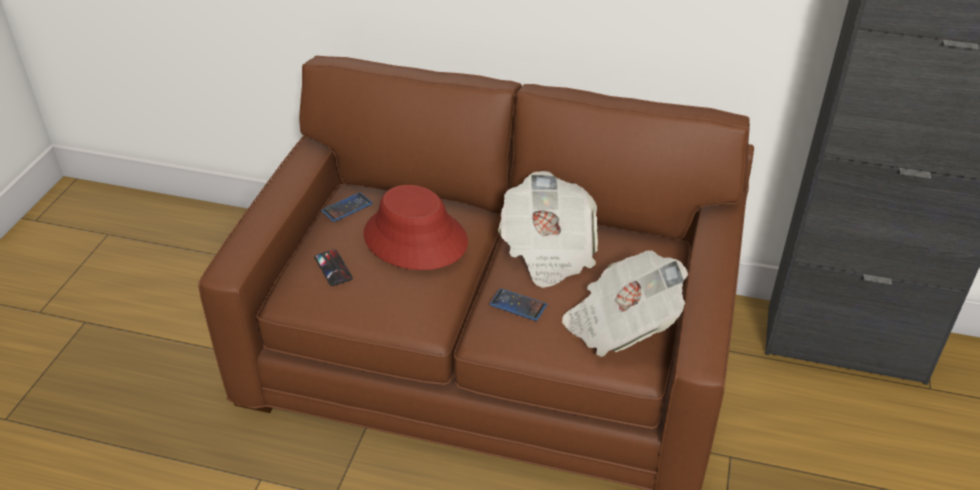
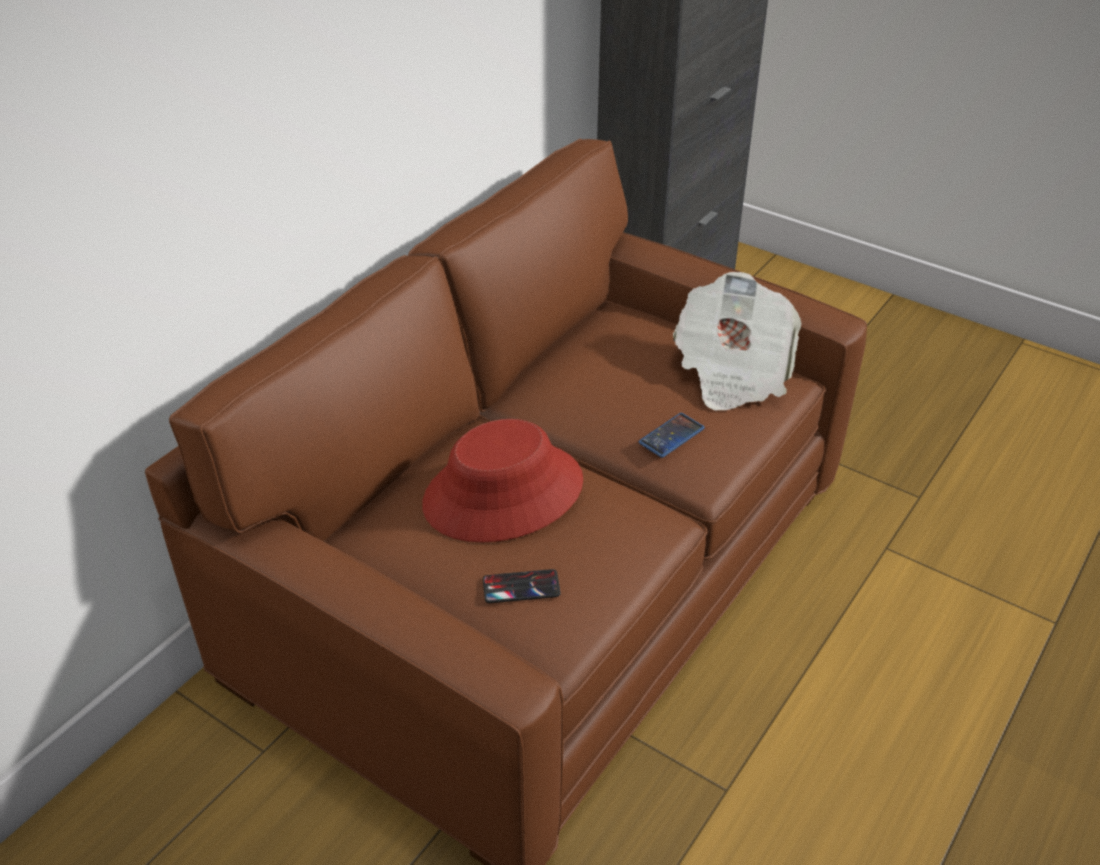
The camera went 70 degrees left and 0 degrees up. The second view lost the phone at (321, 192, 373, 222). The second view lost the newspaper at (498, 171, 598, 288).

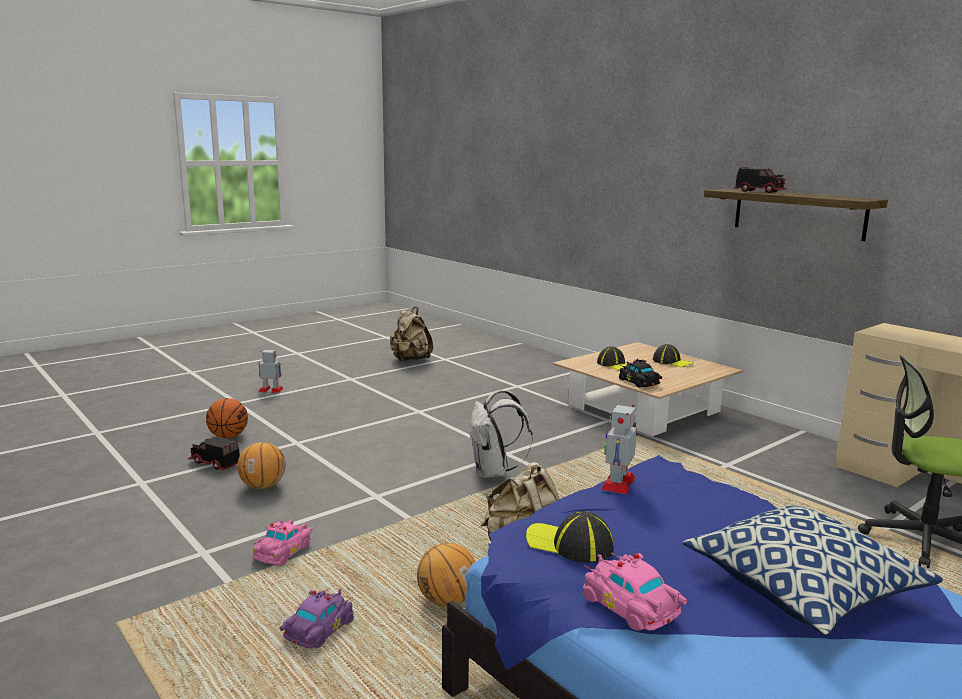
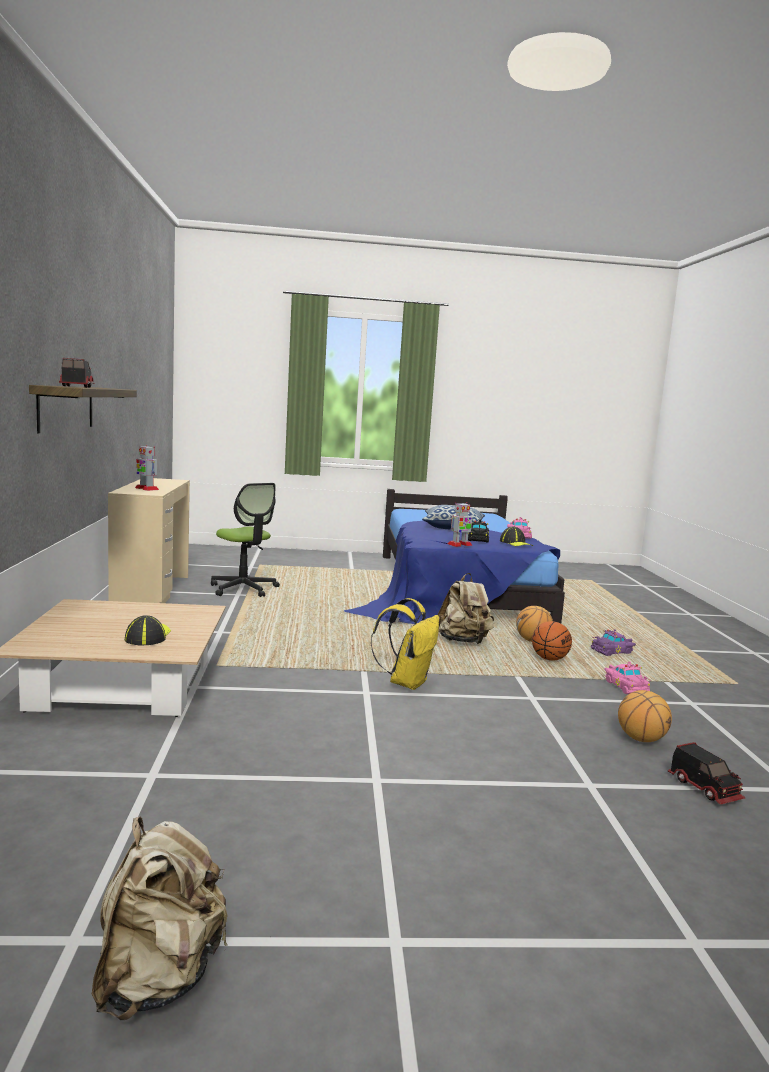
The camera went 145 degrees left and 5 degrees down. The toy robot ended up elsewhere, having gone from (258, 350, 283, 393) to (135, 445, 159, 491). What was the white backpack at (469, 390, 533, 478) turned into the yellow backpack at (371, 598, 439, 690). The black toy car ended up elsewhere, having gone from (619, 359, 662, 387) to (468, 519, 489, 542). The basketball ended up elsewhere, having gone from (206, 398, 248, 438) to (532, 621, 572, 661). The pink toy car at (252, 520, 313, 566) ended up facing another way, 105 degrees clockwise from before. The second view lost the cap at (653, 344, 694, 367).

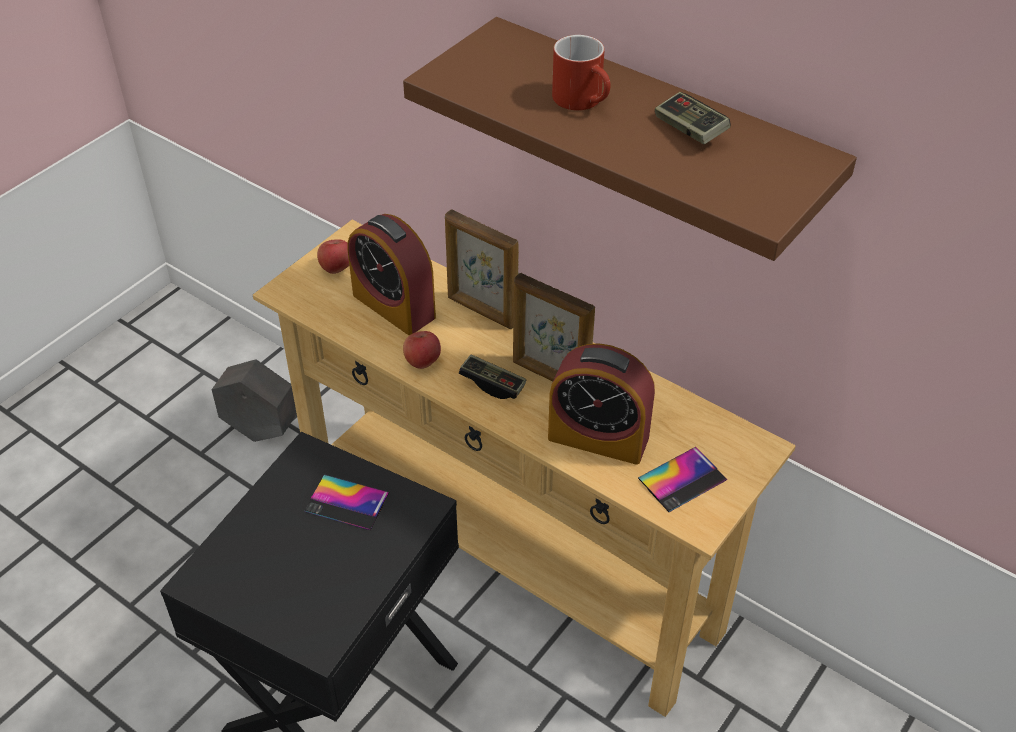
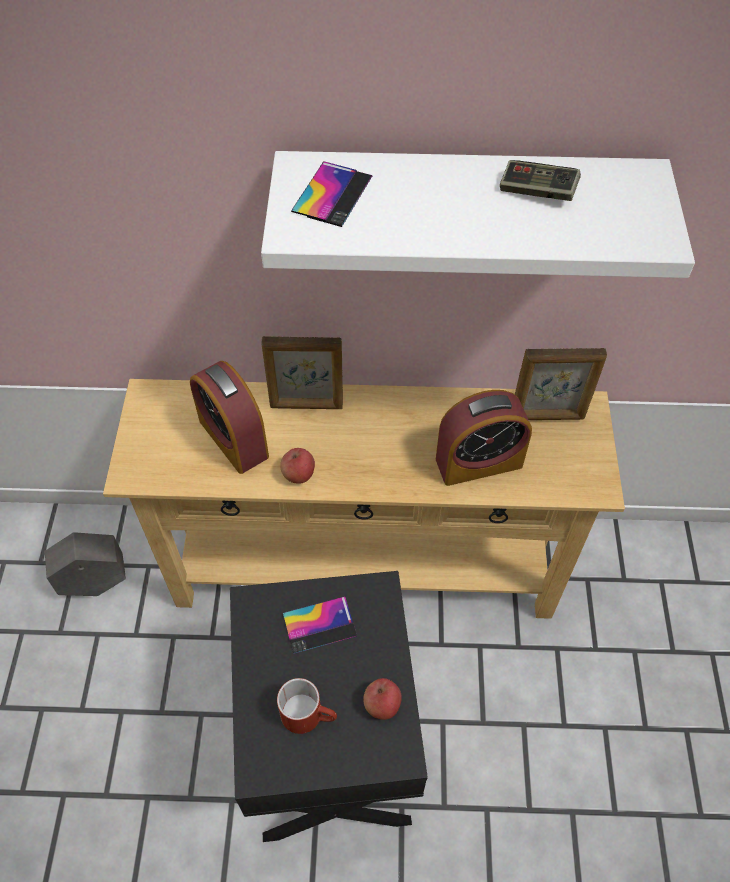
The camera went 35 degrees left and 10 degrees up. The alarm clock at (347, 214, 436, 335) ended up facing another way, 45 degrees clockwise from before. What was the brown shelf at (403, 17, 857, 261) turned into the white shelf at (261, 151, 695, 278). The red mug ended up elsewhere, having gone from (552, 35, 611, 110) to (277, 678, 337, 734). The phone ended up elsewhere, having gone from (638, 447, 727, 512) to (291, 161, 372, 227). The apple ended up elsewhere, having gone from (317, 239, 349, 274) to (363, 678, 402, 720). The picture frame ended up elsewhere, having gone from (513, 273, 595, 381) to (515, 348, 607, 420). The second view lost the game controller at (459, 354, 526, 399).

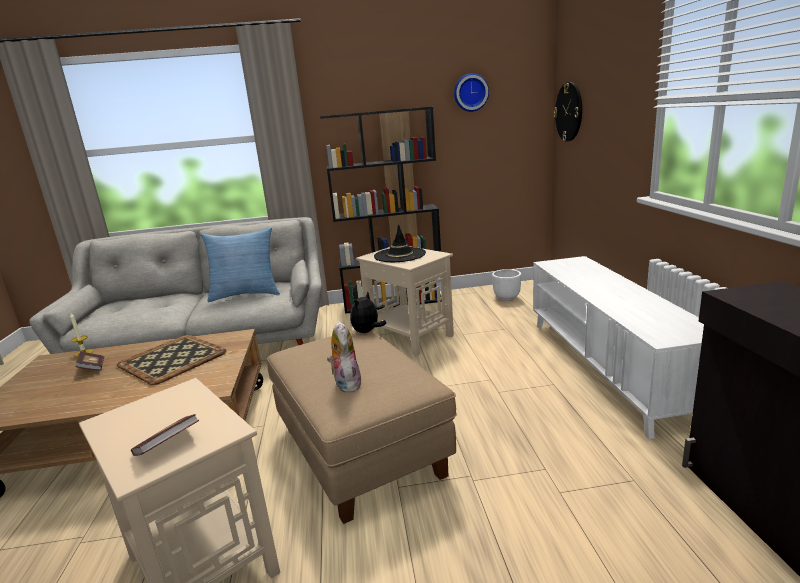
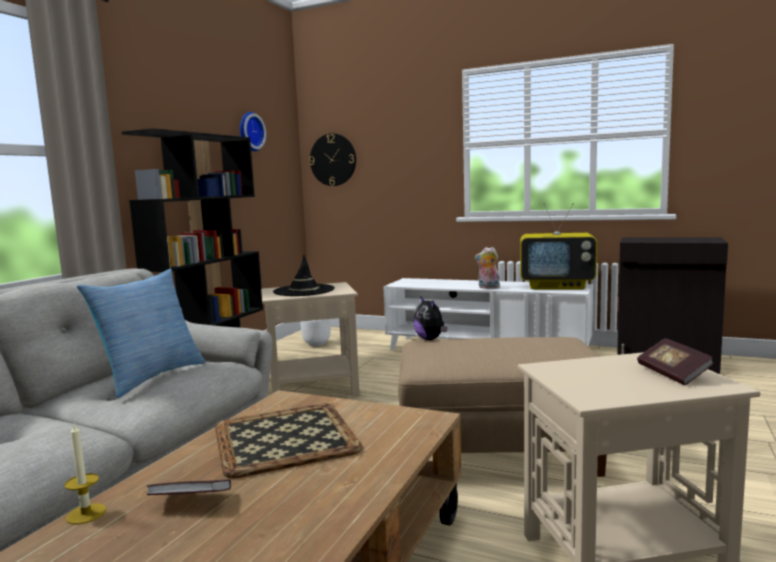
The camera went 60 degrees left and 10 degrees down. The plush toy ended up elsewhere, having gone from (327, 321, 362, 392) to (475, 247, 500, 289). The second view gained the television at (520, 203, 597, 289).

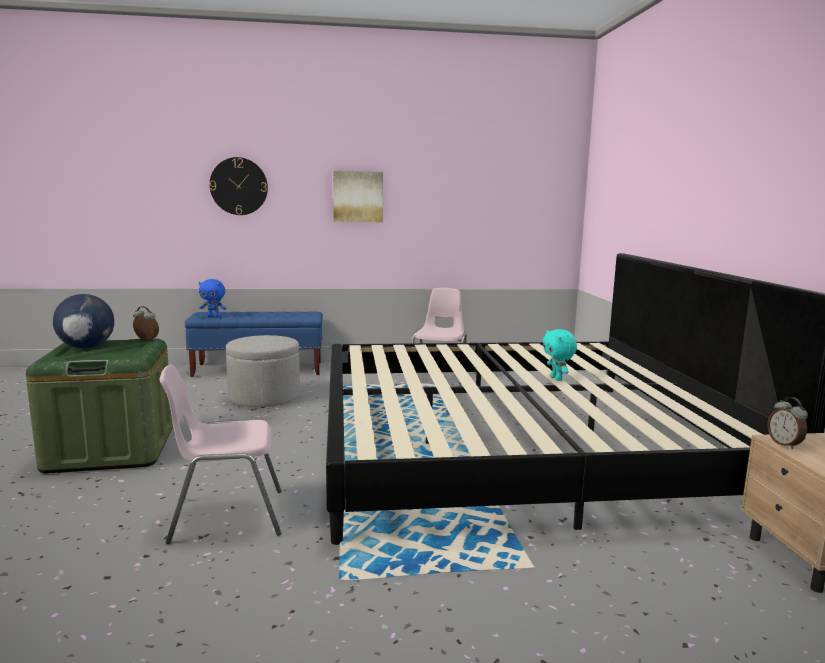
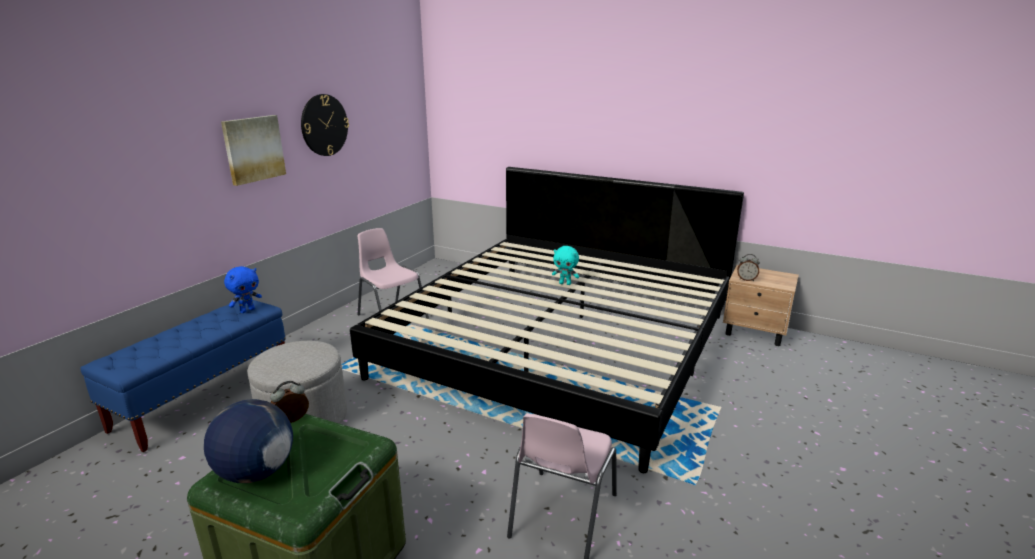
The camera went 55 degrees left and 10 degrees up. The blue plush toy ended up elsewhere, having gone from (199, 279, 226, 317) to (224, 266, 262, 313). The wall clock ended up elsewhere, having gone from (210, 157, 268, 215) to (301, 94, 349, 156).

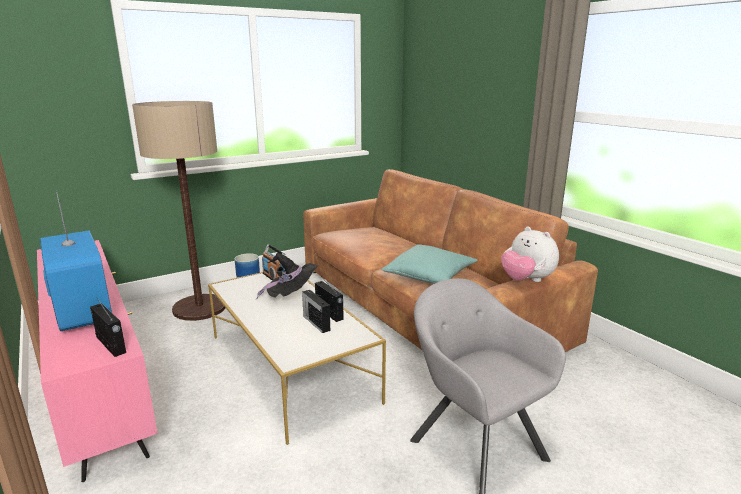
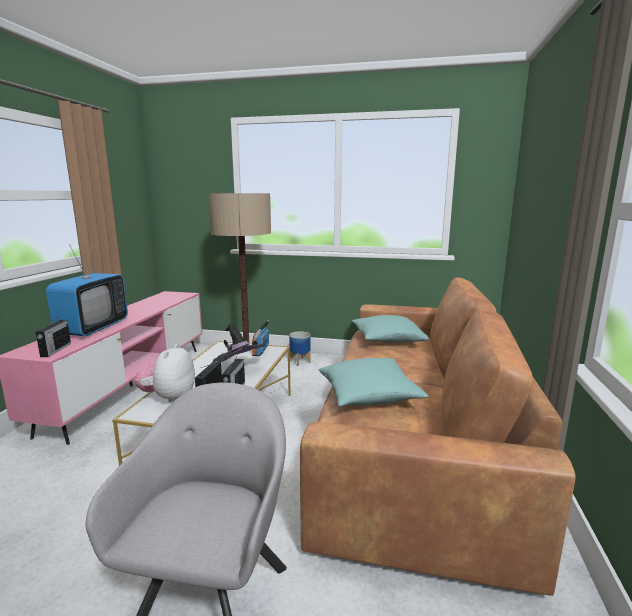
The camera went 45 degrees right and 5 degrees down. The plush toy ended up elsewhere, having gone from (501, 227, 559, 282) to (134, 344, 195, 403). The second view gained the turquoise pillow at (352, 315, 429, 343).

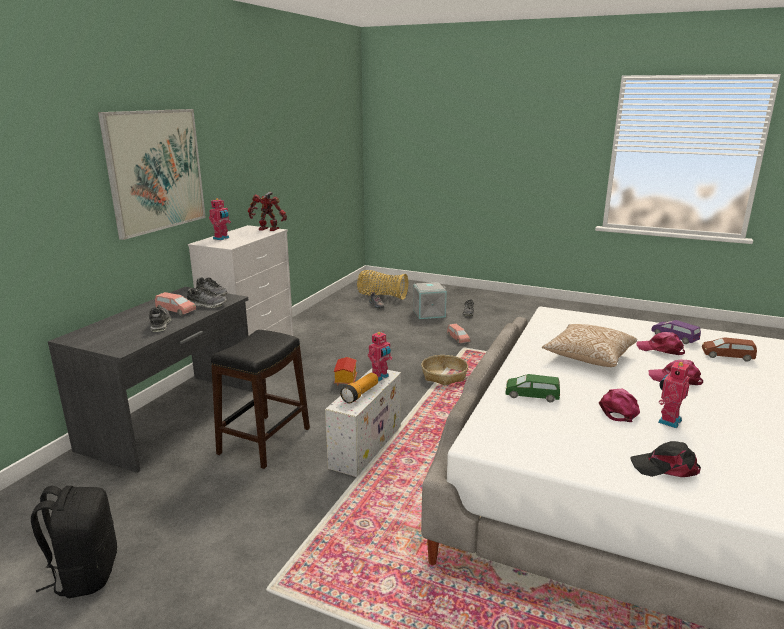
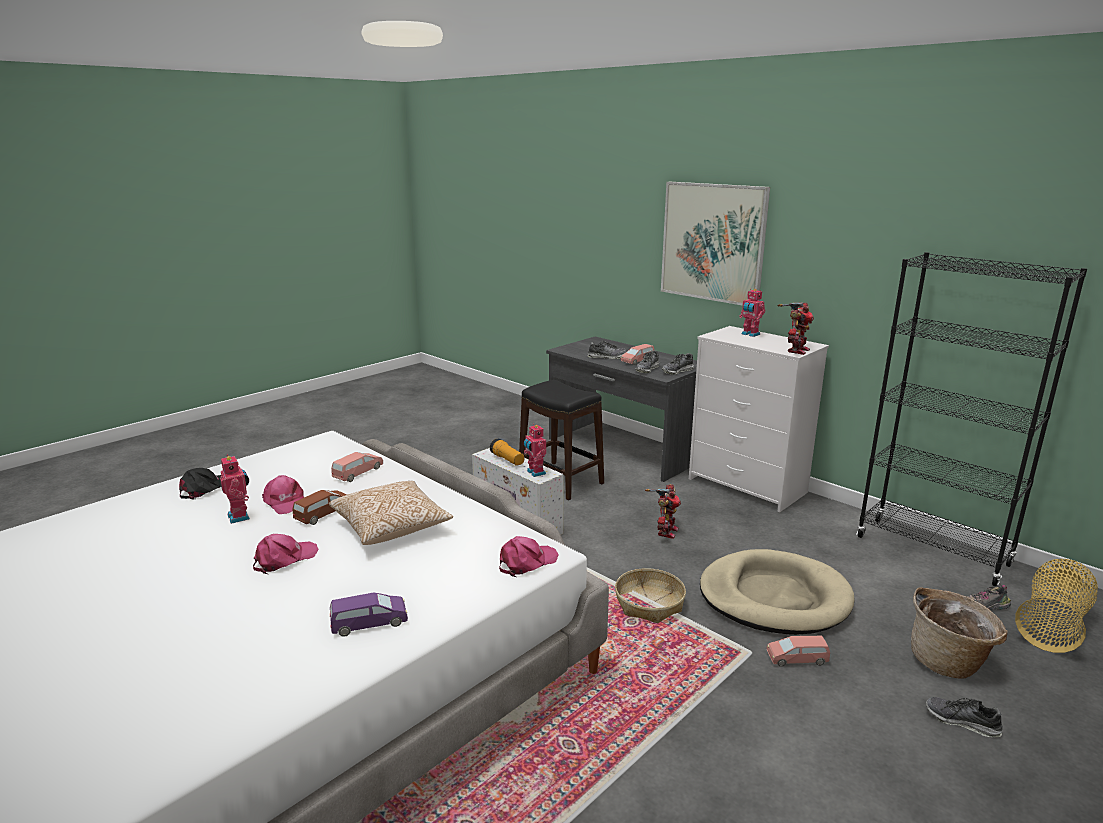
The camera went 110 degrees right and 0 degrees up. The brown toy car ended up elsewhere, having gone from (702, 337, 757, 362) to (292, 490, 347, 525). What was the green toy car at (506, 374, 560, 402) turned into the pink toy car at (331, 452, 383, 482). The pink cap ended up elsewhere, having gone from (636, 332, 685, 355) to (499, 536, 559, 577). Where the toy house stood at (334, 357, 357, 386), the toy robot came to stand at (645, 484, 681, 539). The second view gained the beige dog bed at (700, 549, 854, 635). The second view gained the black bookcase at (856, 252, 1087, 586). Where the grey storage box stood at (413, 282, 447, 319), the basket came to stand at (911, 587, 1008, 679). The second view lost the black backpack at (31, 486, 117, 598).

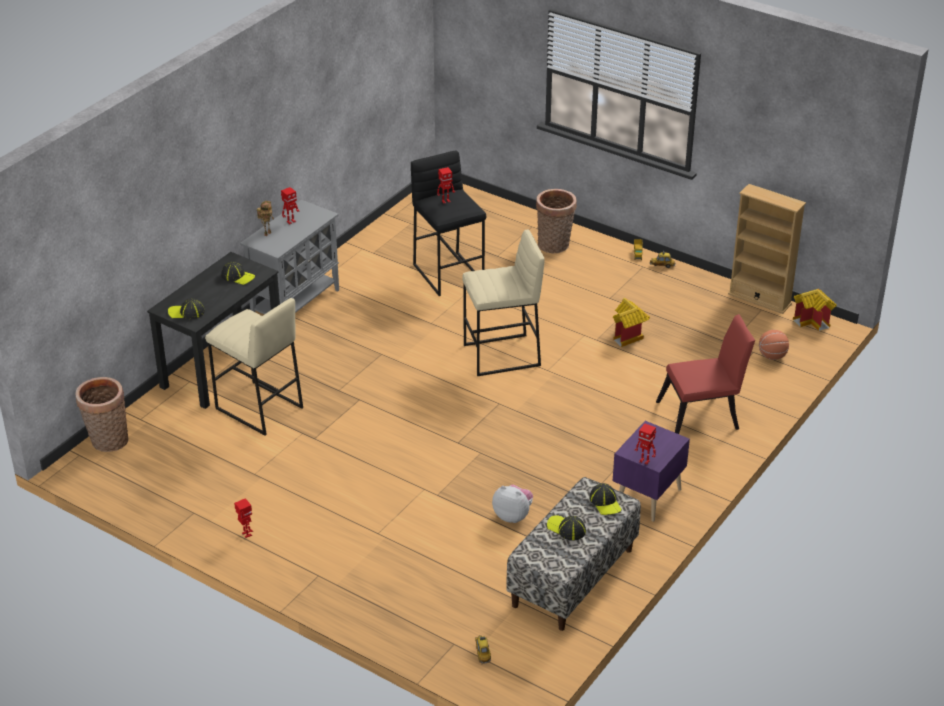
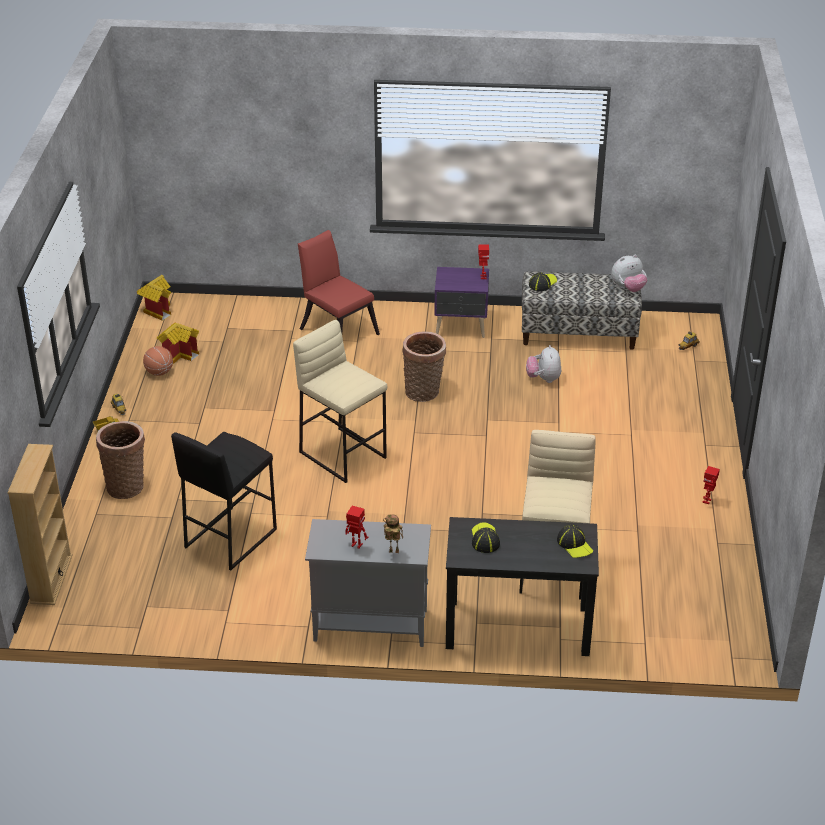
The camera went 120 degrees left and 0 degrees up. The beige bookcase ended up elsewhere, having gone from (728, 184, 806, 314) to (7, 444, 73, 605). The basketball ended up elsewhere, having gone from (759, 330, 789, 360) to (143, 346, 173, 376). The toy house ended up elsewhere, having gone from (613, 298, 650, 347) to (157, 323, 199, 364). The basket ended up elsewhere, having gone from (75, 377, 129, 452) to (402, 331, 446, 402). The second view gained the plush toy at (611, 255, 647, 292). The second view lost the toy robot at (437, 167, 455, 204). The second view lost the cap at (547, 515, 586, 541).

